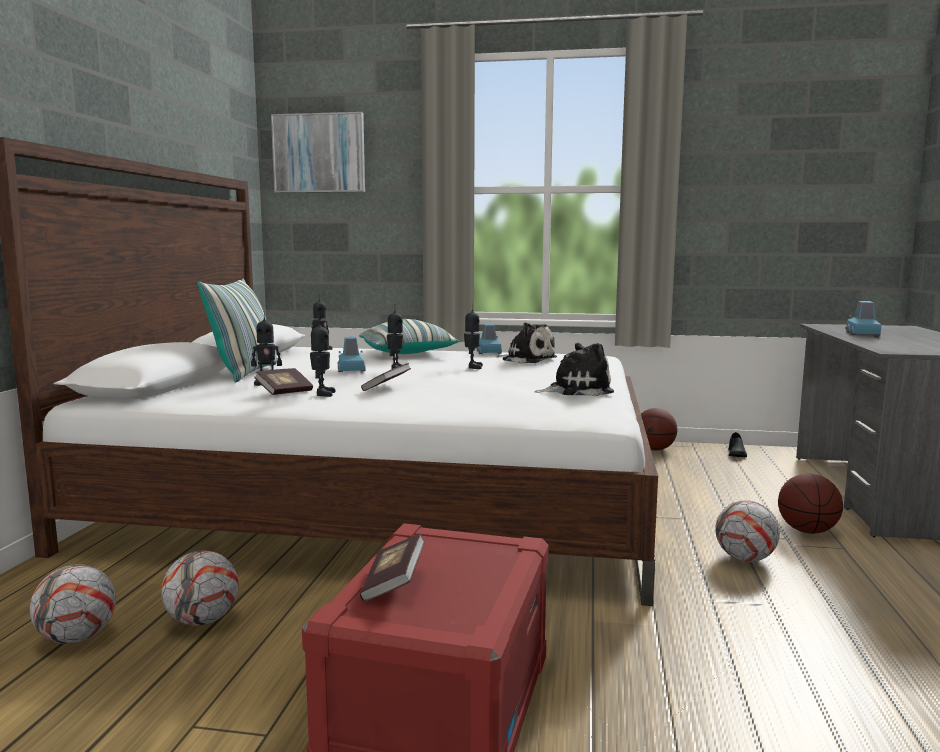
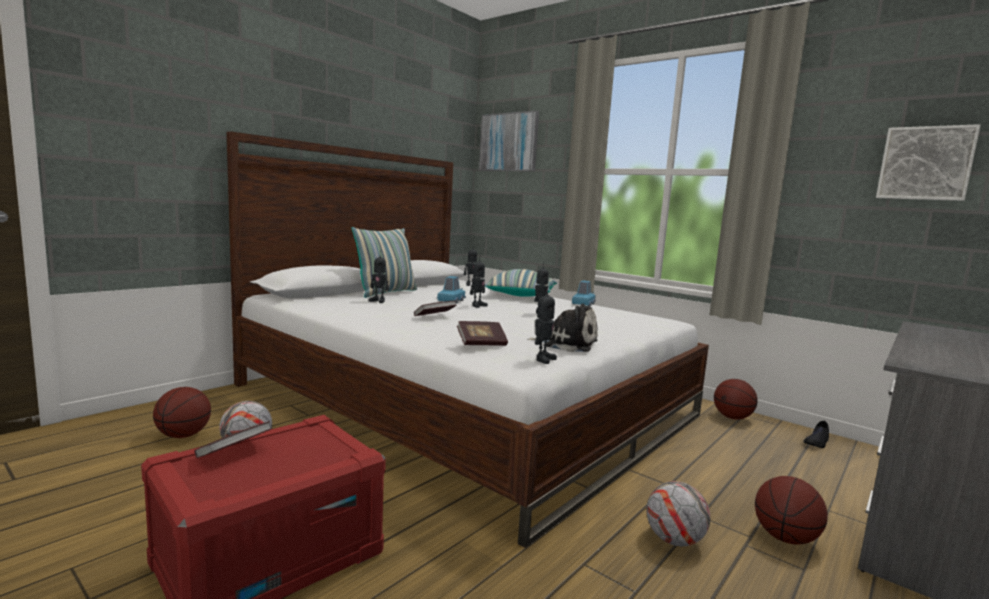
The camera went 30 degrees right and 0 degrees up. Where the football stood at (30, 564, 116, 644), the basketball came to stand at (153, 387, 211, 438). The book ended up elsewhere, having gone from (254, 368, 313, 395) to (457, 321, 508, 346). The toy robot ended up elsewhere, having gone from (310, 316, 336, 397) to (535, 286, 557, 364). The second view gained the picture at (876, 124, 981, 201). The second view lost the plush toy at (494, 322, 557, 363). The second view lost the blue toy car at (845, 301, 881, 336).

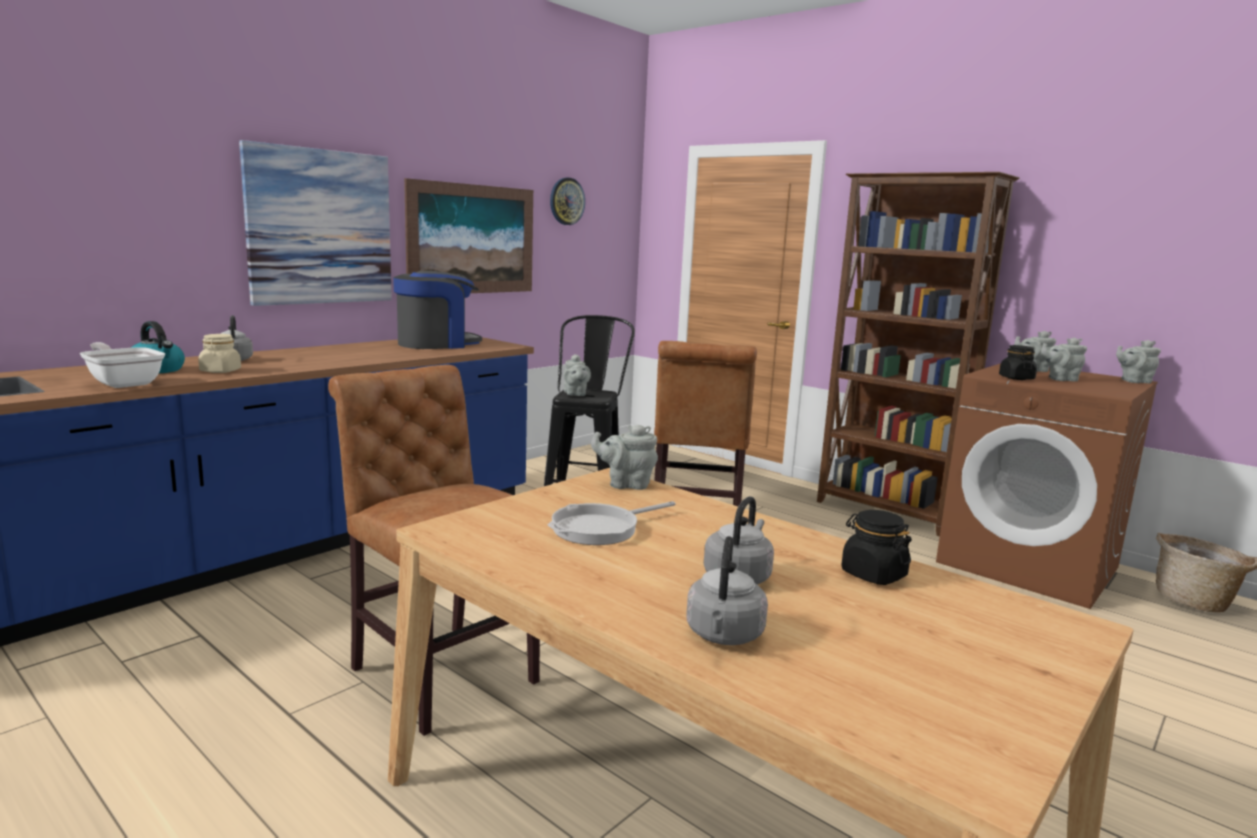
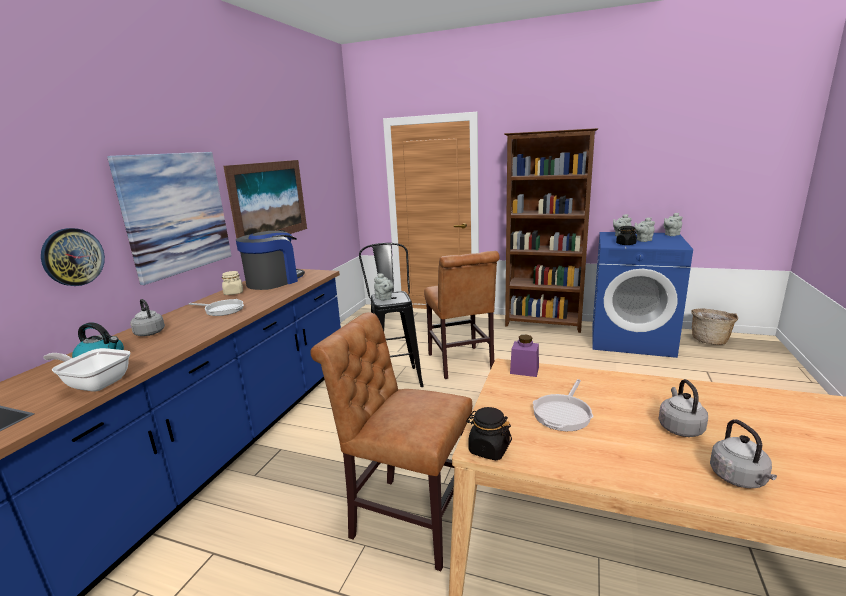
The camera went 20 degrees left and 5 degrees up. The wall clock ended up elsewhere, having gone from (550, 178, 585, 225) to (41, 228, 105, 286). The second view gained the frying pan at (189, 299, 244, 316). The beige jar ended up elsewhere, having gone from (198, 334, 241, 373) to (222, 271, 243, 295). The black jar ended up elsewhere, having gone from (841, 510, 912, 585) to (466, 407, 512, 460). Where the grey teapot stood at (591, 424, 658, 490), the purple jar came to stand at (510, 335, 539, 377). What was the brown washing machine at (936, 363, 1158, 609) turned into the blue washing machine at (592, 232, 693, 358).

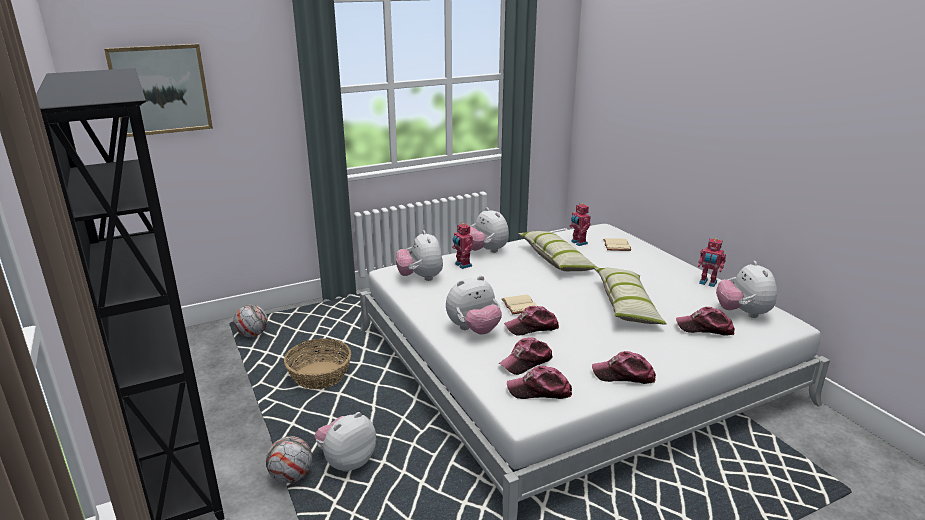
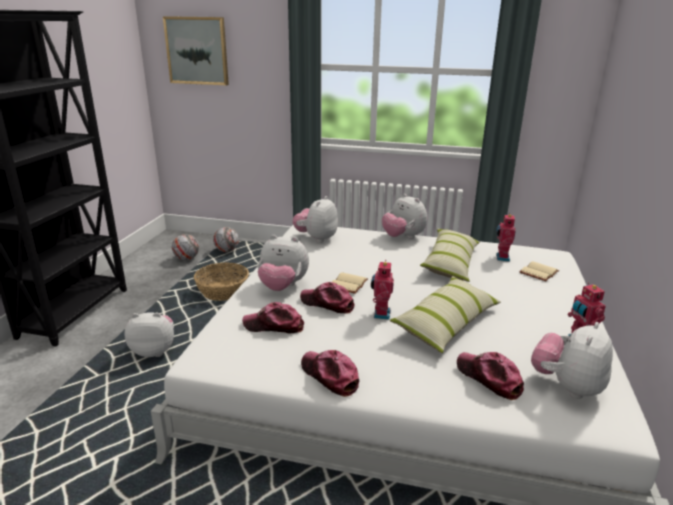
The camera went 40 degrees right and 0 degrees up. The football ended up elsewhere, having gone from (266, 436, 312, 483) to (172, 234, 199, 260). The toy robot ended up elsewhere, having gone from (452, 222, 473, 269) to (371, 260, 394, 320). The plush toy at (470, 207, 509, 253) ended up facing another way, 45 degrees counterclockwise from before. The second view lost the cap at (507, 366, 572, 399).

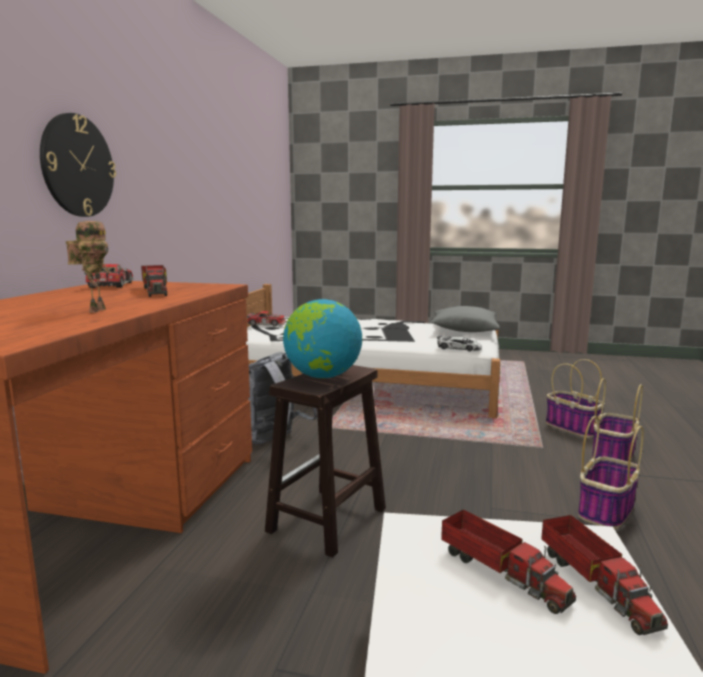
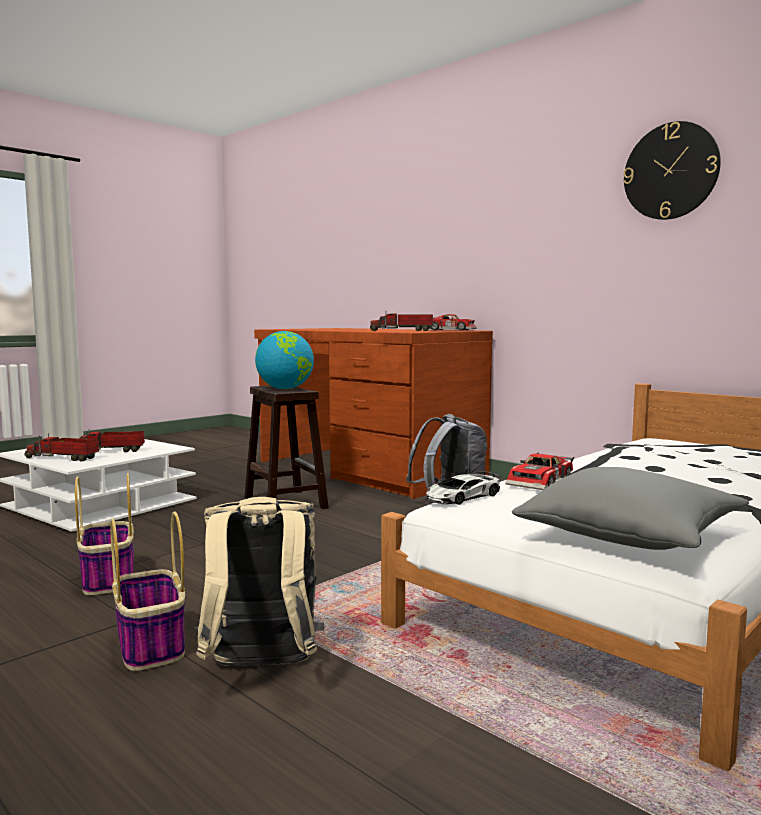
The camera went 120 degrees right and 5 degrees down. Where the basket stood at (546, 359, 605, 438), the beige backpack came to stand at (195, 497, 324, 666). The toy car ended up elsewhere, having gone from (247, 311, 287, 327) to (506, 452, 574, 490). The wall clock ended up elsewhere, having gone from (40, 113, 116, 217) to (623, 121, 721, 220). The second view lost the toy robot at (66, 221, 111, 313).

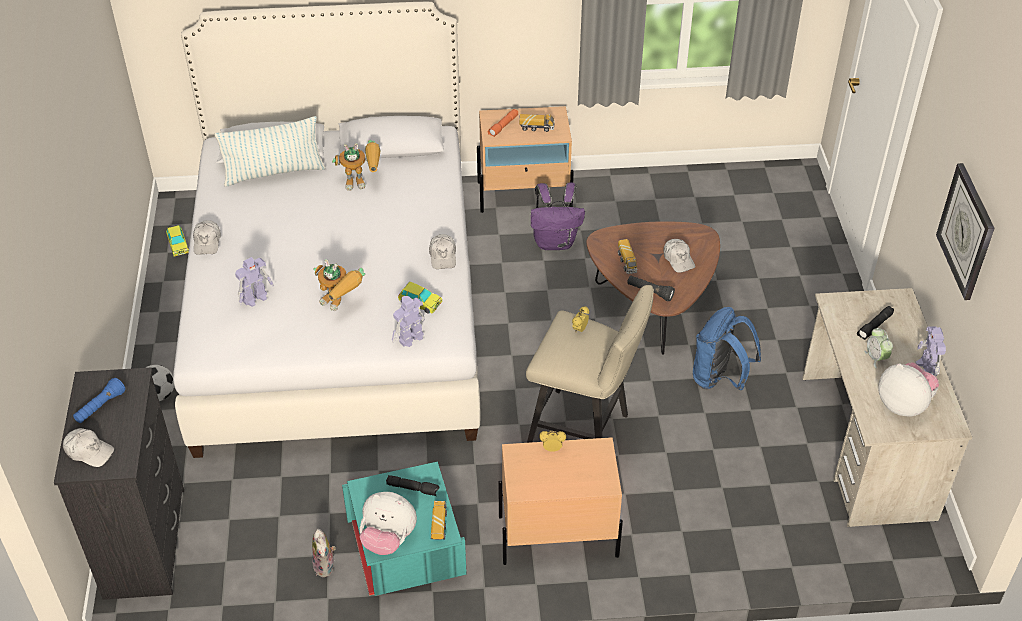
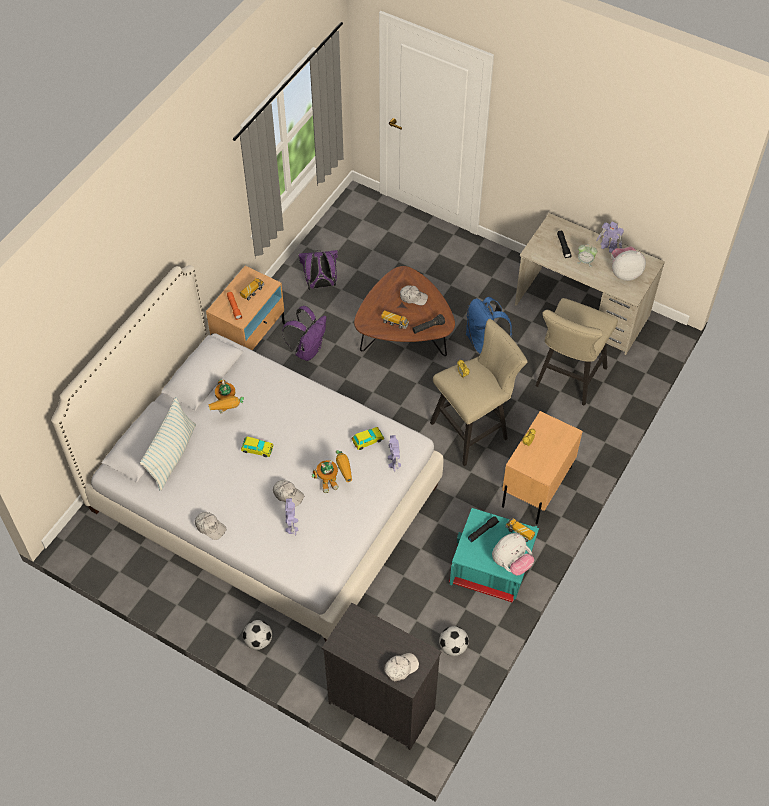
The camera went 55 degrees left and 10 degrees up. The toy robot at (332, 140, 380, 191) ended up facing another way, 135 degrees clockwise from before. The toy car ended up elsewhere, having gone from (166, 225, 189, 257) to (241, 437, 274, 457). The white cap ended up elsewhere, having gone from (429, 234, 456, 269) to (273, 480, 304, 507). The second view gained the purple backpack at (298, 250, 338, 290). The second view gained the football at (439, 626, 469, 656). The second view gained the beige stool at (535, 298, 618, 406). The second view lost the blue flashlight at (73, 378, 125, 423). The second view lost the plush toy at (312, 529, 336, 577). The second view lost the wall clock at (936, 163, 995, 300).

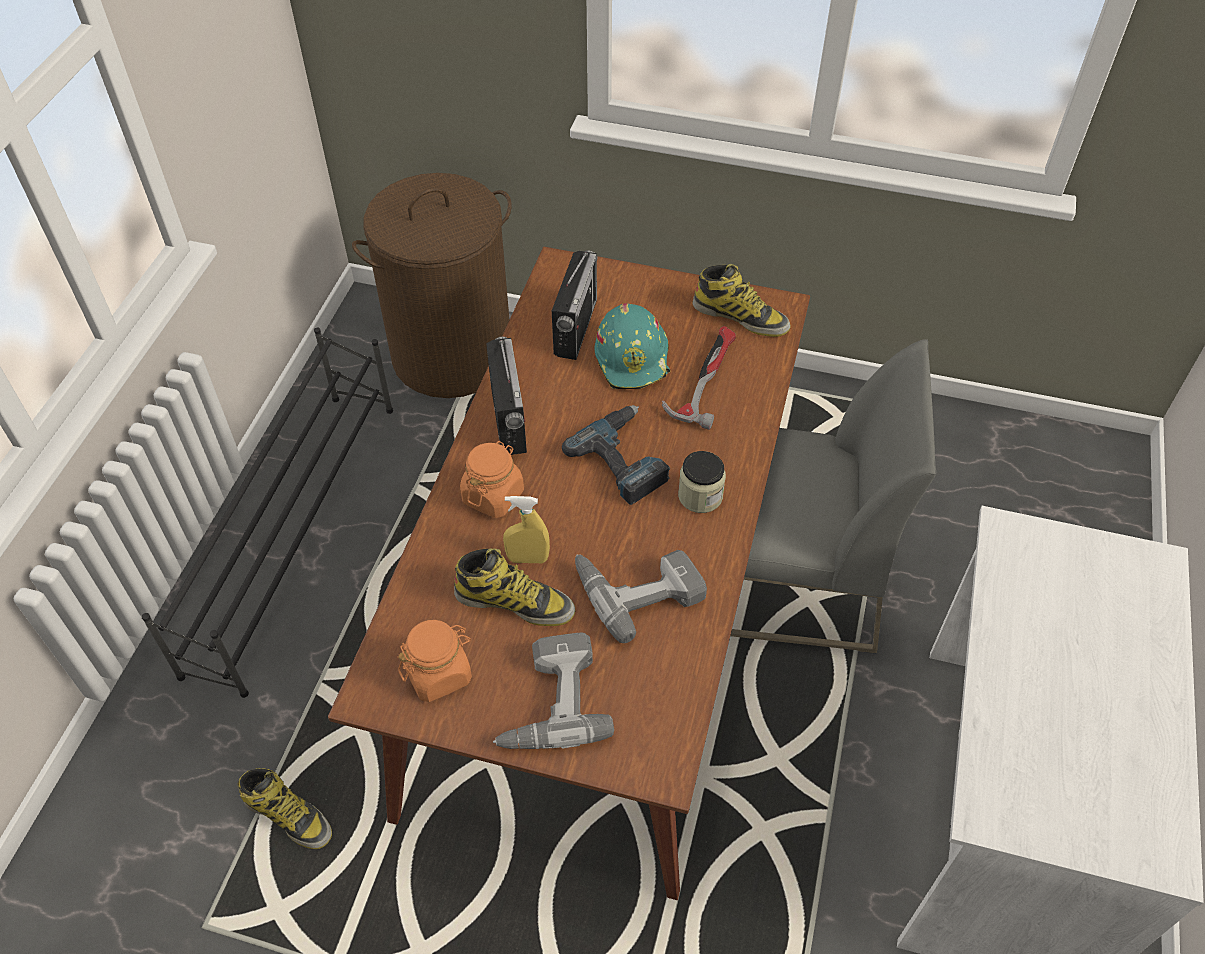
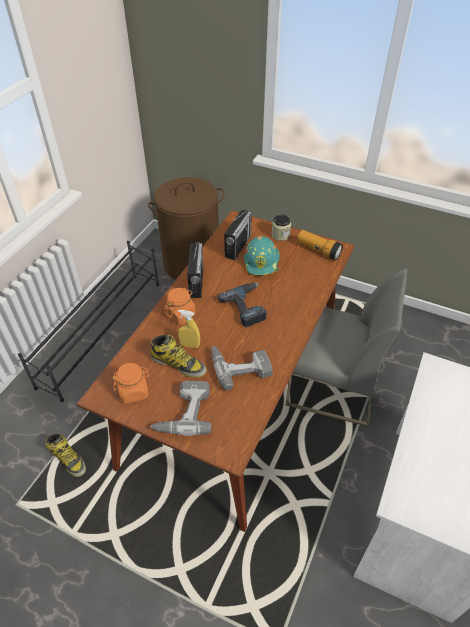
The camera went 10 degrees right and 5 degrees down. The jar ended up elsewhere, having gone from (678, 451, 726, 513) to (272, 214, 291, 241). Where the boot stood at (692, 264, 790, 337), the flashlight came to stand at (297, 230, 343, 260). The second view lost the hammer at (662, 326, 736, 430).

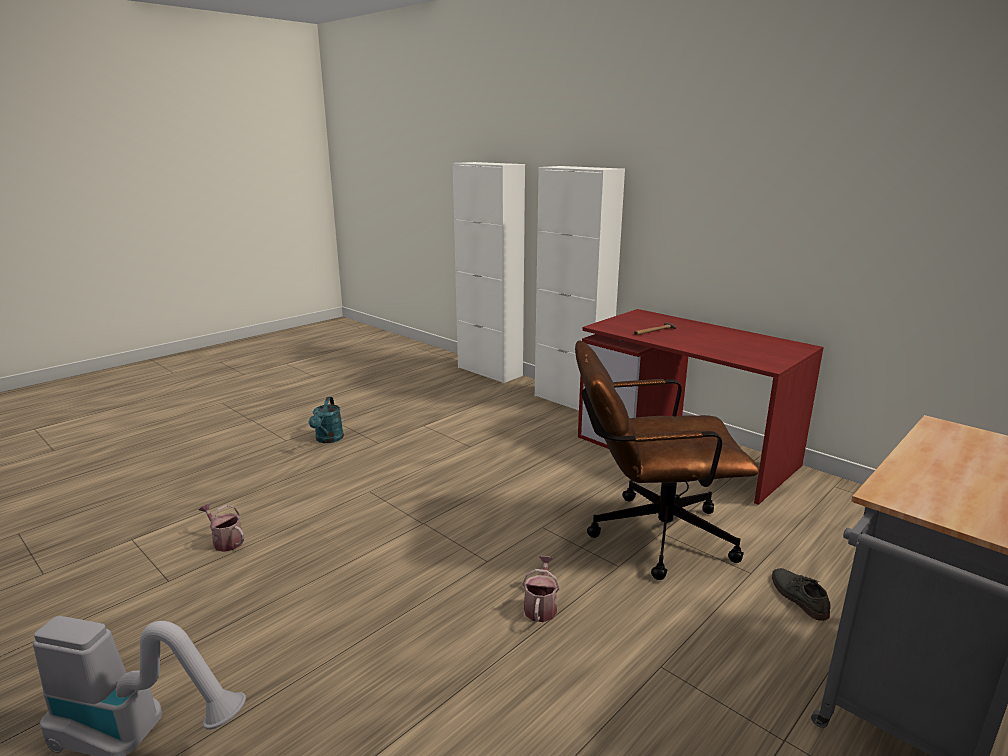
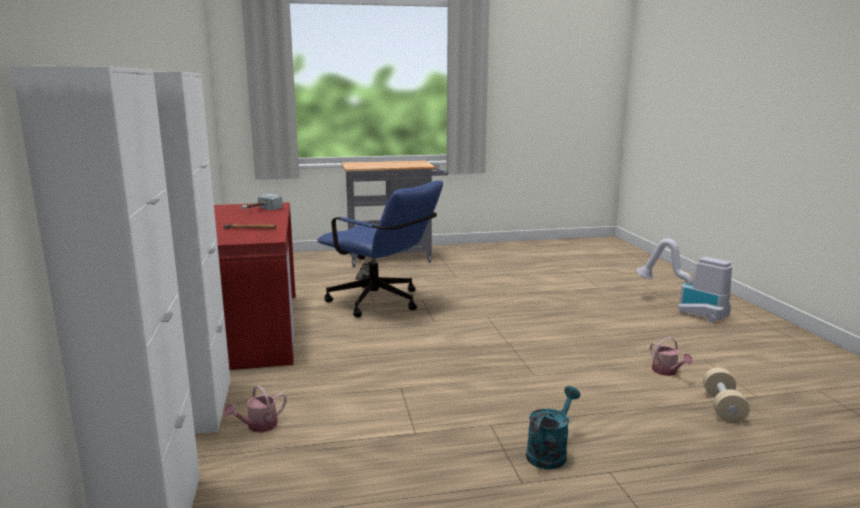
The camera went 145 degrees left and 5 degrees down. The watering can ended up elsewhere, having gone from (522, 556, 560, 622) to (224, 385, 287, 433). The second view gained the hammer at (242, 194, 283, 210). What was the brown office chair at (575, 340, 759, 580) turned into the blue office chair at (318, 181, 443, 317). The second view gained the beige dumbbell at (703, 367, 750, 423).

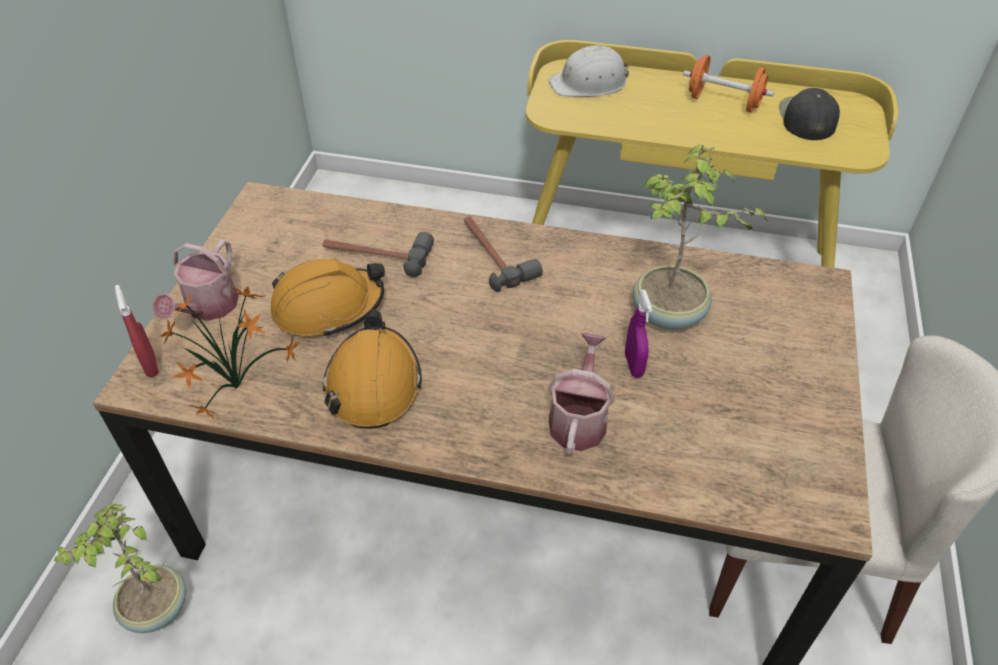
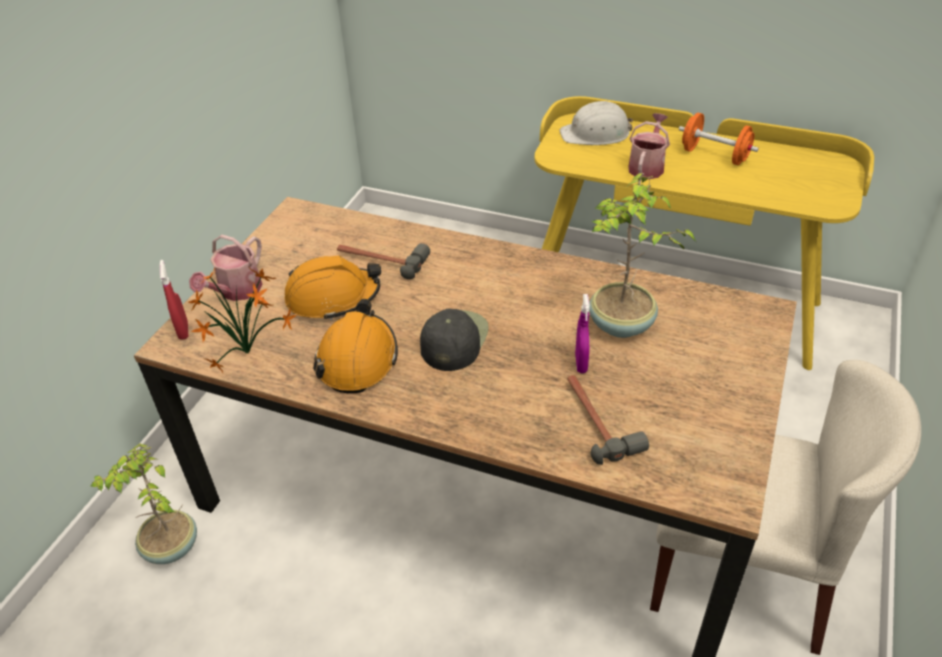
The camera went 10 degrees right and 5 degrees down. The black cap ended up elsewhere, having gone from (779, 88, 840, 140) to (420, 309, 489, 371). The hammer ended up elsewhere, having gone from (464, 216, 543, 292) to (567, 375, 649, 465). The watering can ended up elsewhere, having gone from (548, 333, 615, 455) to (628, 113, 670, 180).

